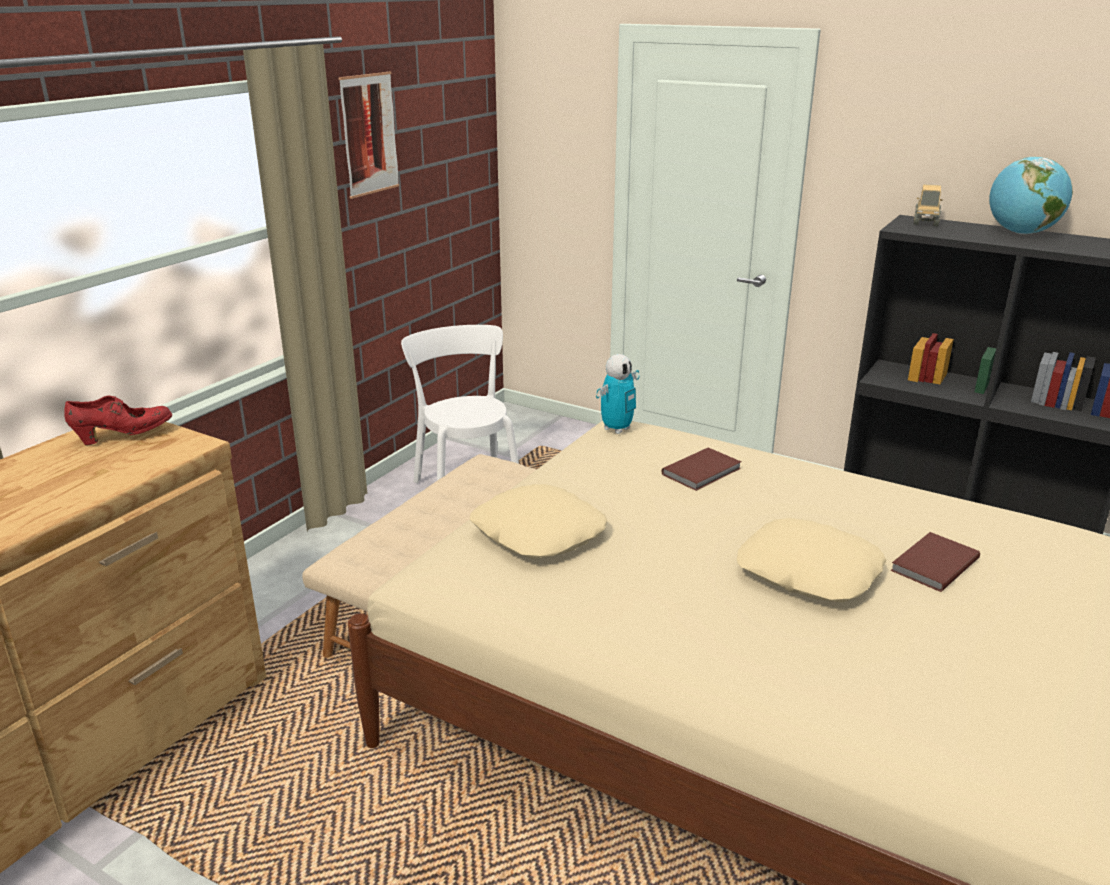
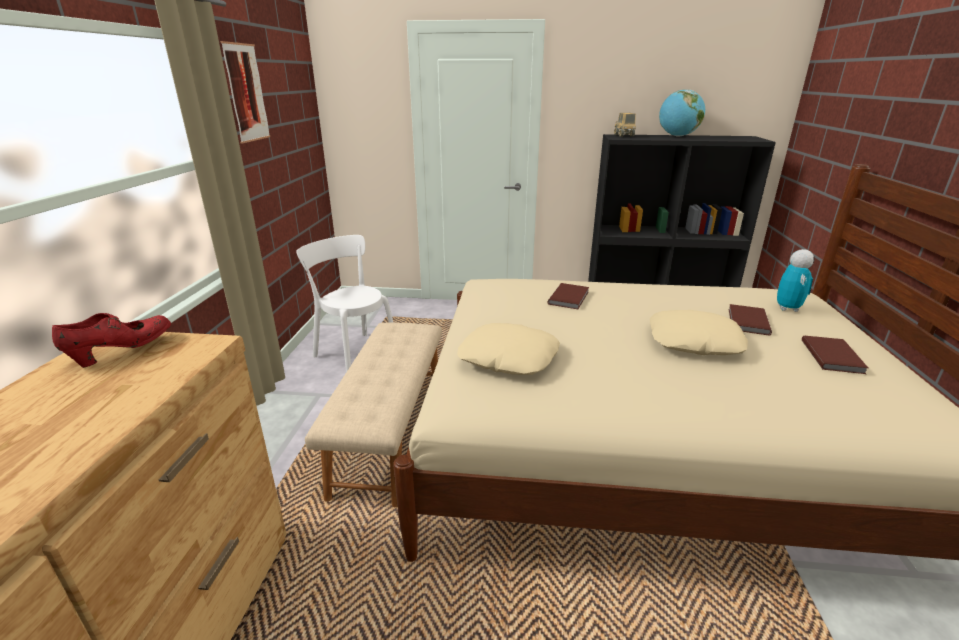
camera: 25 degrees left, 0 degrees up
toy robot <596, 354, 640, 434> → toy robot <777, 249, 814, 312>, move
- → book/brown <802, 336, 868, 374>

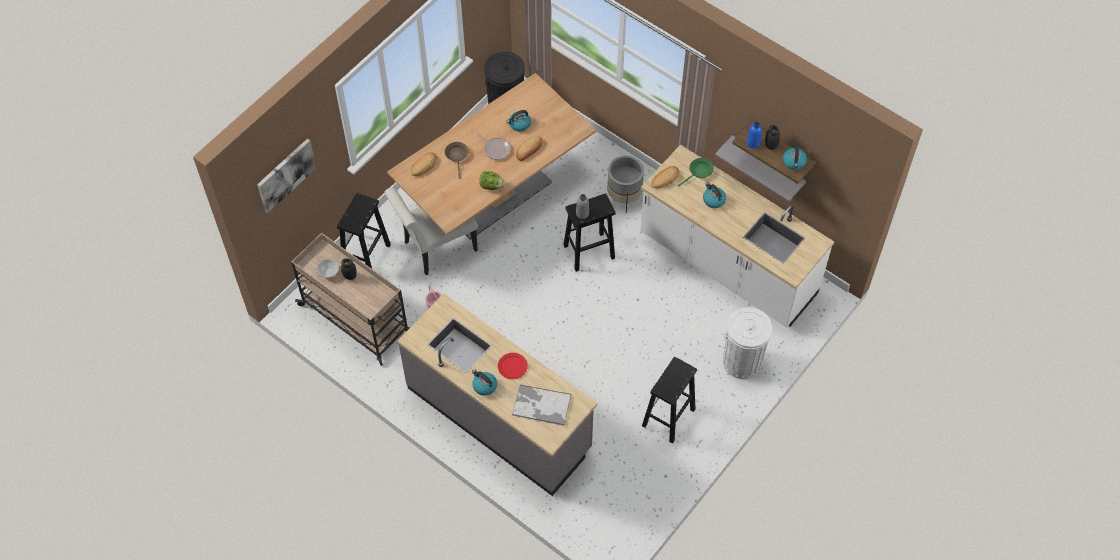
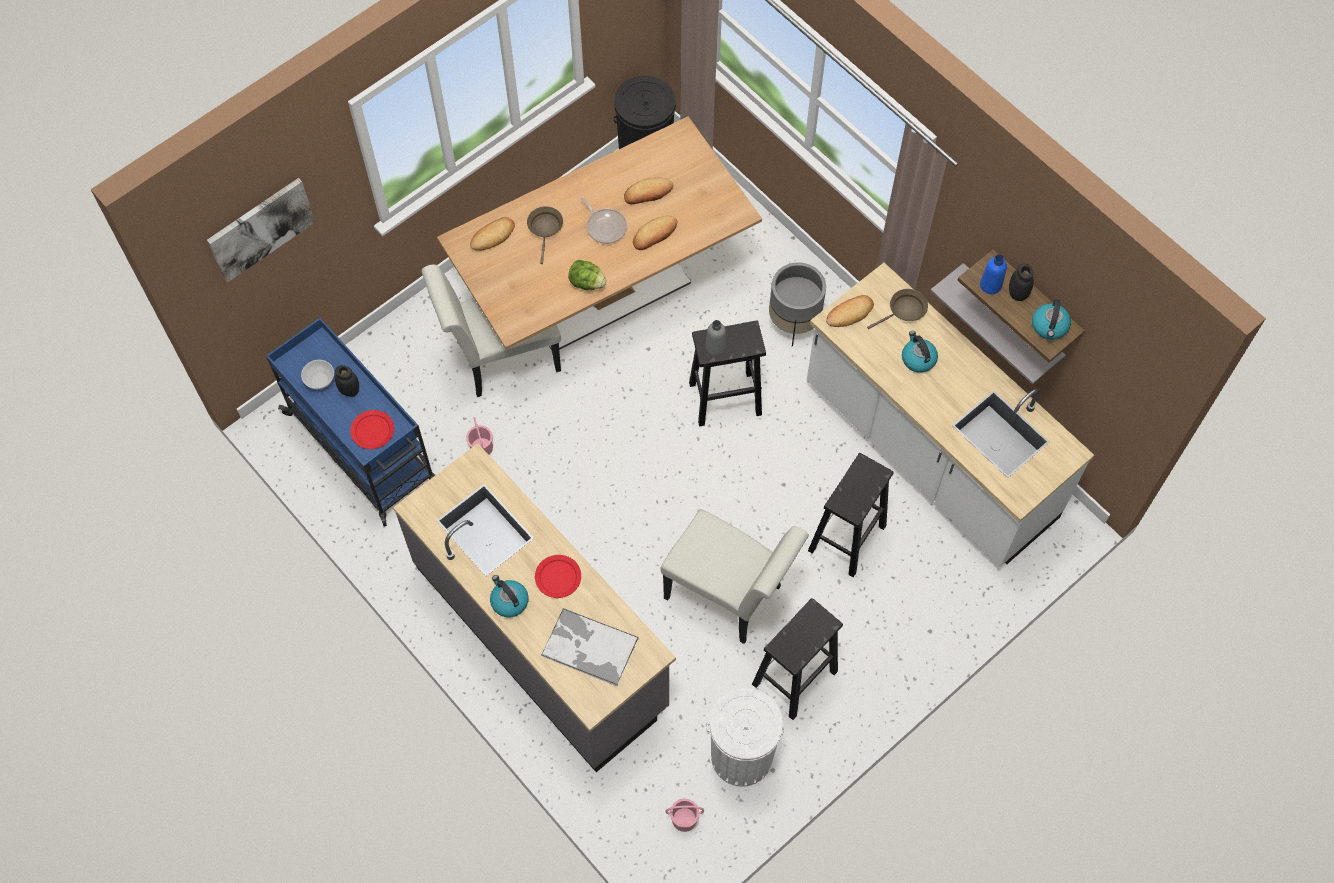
camera: 10 degrees right, 5 degrees up
cart/beige <291, 233, 410, 366> → cart/blue <266, 318, 435, 526>
- → plate/red <350, 410, 394, 449>
kettle <507, 110, 531, 132> → bread <624, 178, 673, 204>
- → chair/white <660, 509, 809, 644>
- → bucket/pink <665, 799, 704, 832>
trash can/white <723, 307, 772, 379> → trash can/white <706, 688, 784, 787>, move
stool/black <337, 193, 391, 269> → stool/black <808, 453, 894, 577>, move
frying pan/green <678, 158, 714, 187> → frying pan/brown <867, 289, 928, 329>

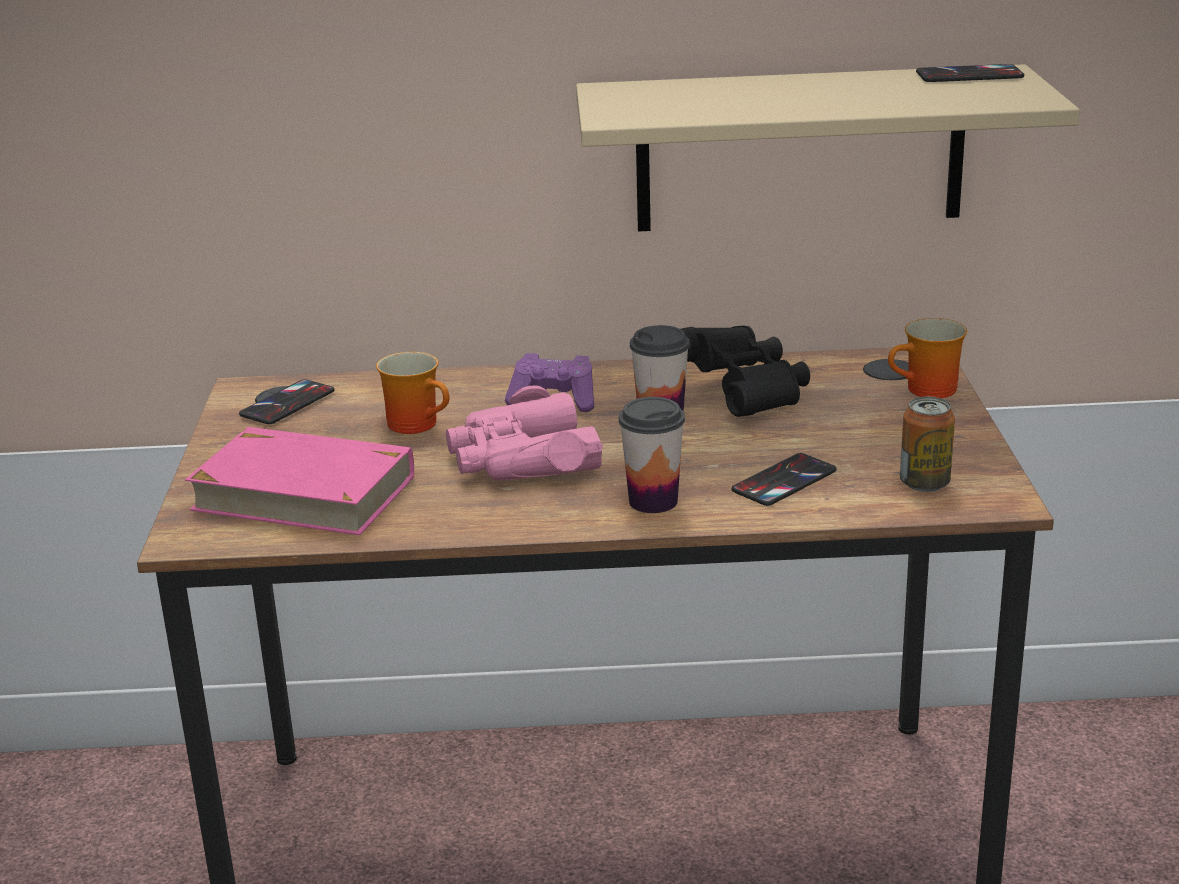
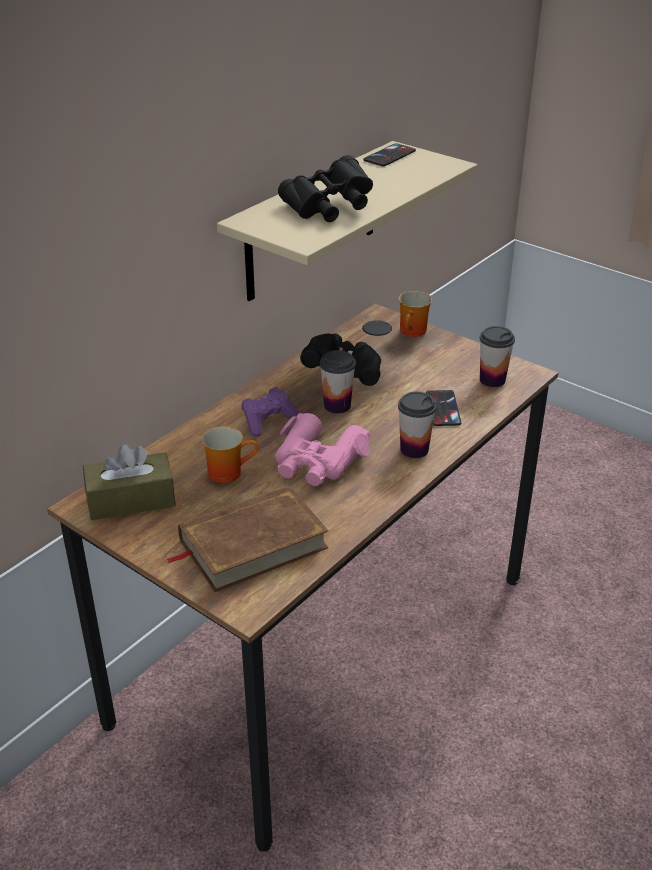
camera: 50 degrees left, 10 degrees up
phone <239, 379, 334, 424> → tissue box/brown <83, 444, 176, 520>
book/pink <185, 427, 414, 535> → book/brown <167, 485, 328, 592>
- → binoculars/black <278, 155, 373, 222>
can <900, 396, 955, 492> → cup <480, 326, 515, 387>

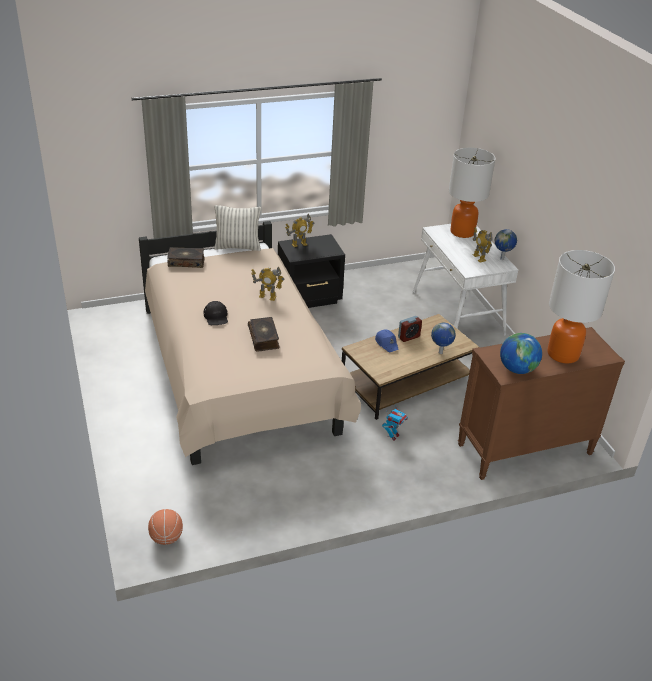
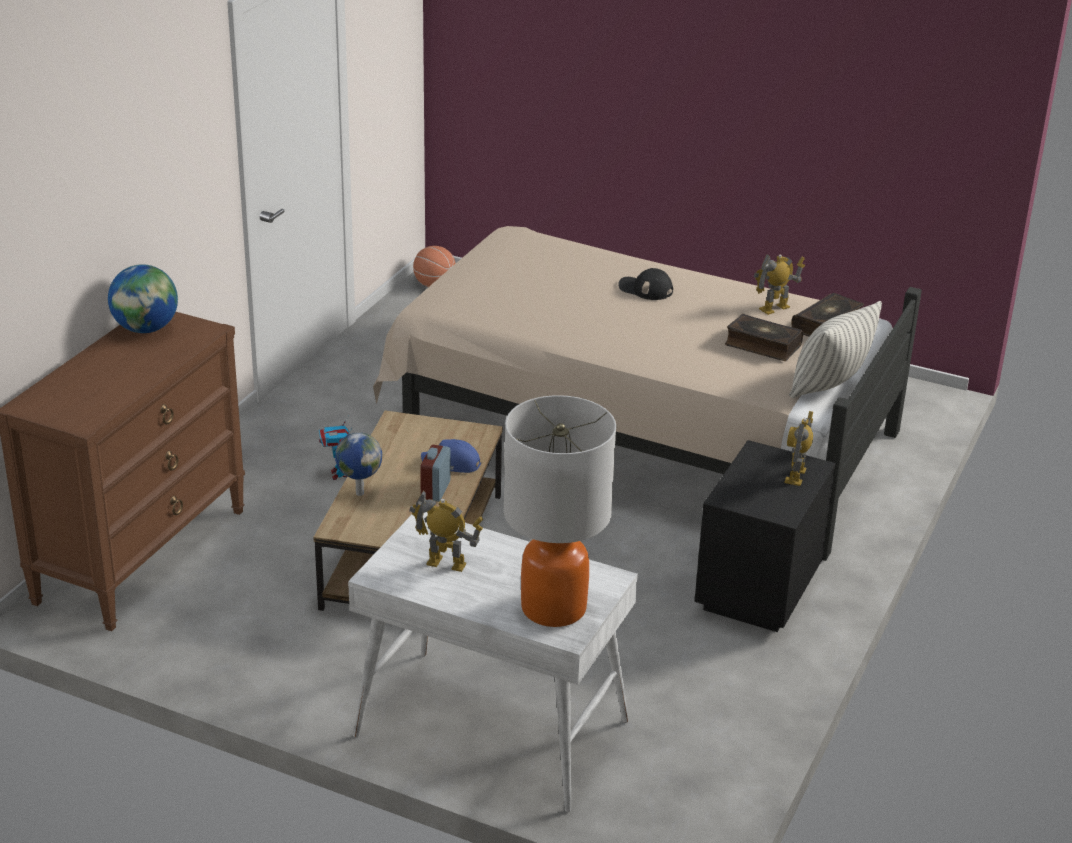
camera: 135 degrees right, 5 degrees down
book <248, 317, 280, 352> → book <725, 314, 803, 361>, move
toy robot <252, 266, 285, 301> → toy robot <754, 254, 805, 315>, move
globe <495, 229, 517, 260> → -
table lamp <547, 250, 615, 363> → -

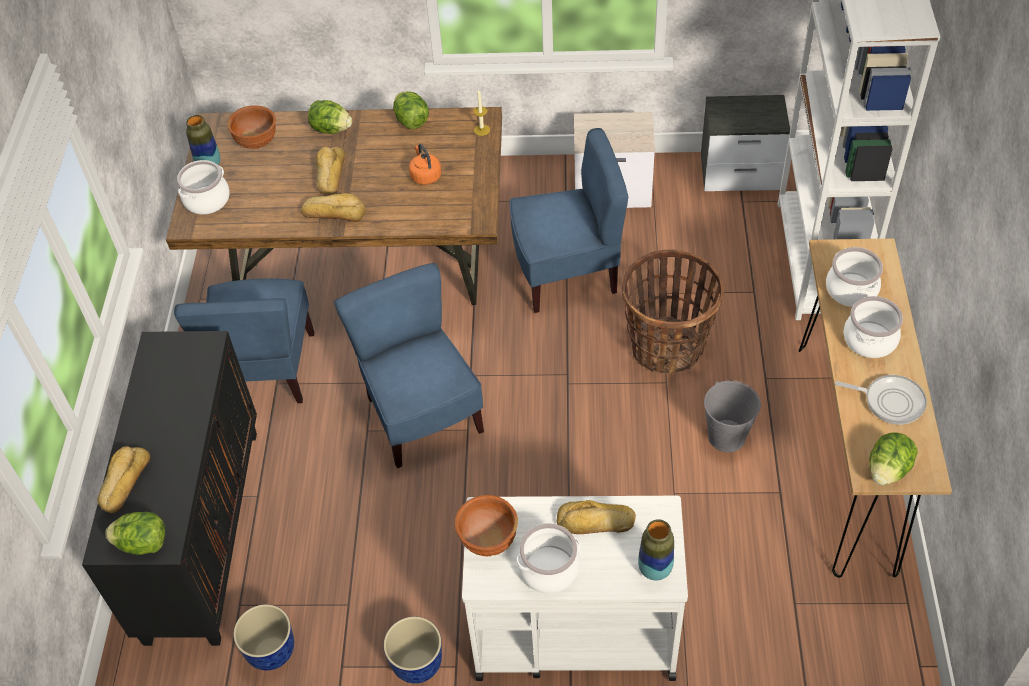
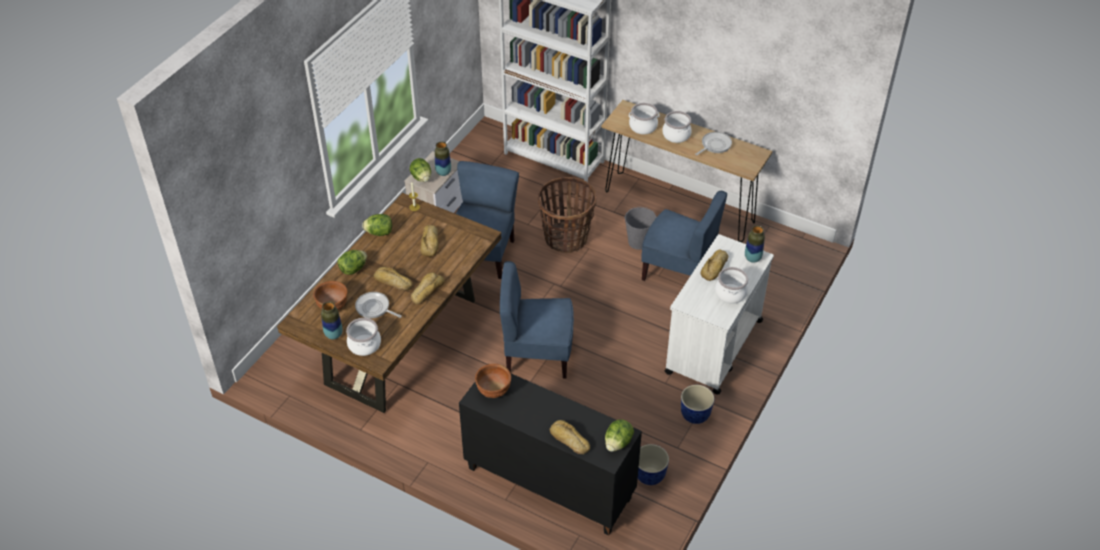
camera: 65 degrees left, 5 degrees down
- → frying pan <355, 292, 402, 319>
lettuce <869, 433, 918, 485> → lettuce <410, 158, 431, 182>, move
kettle/orange <409, 144, 441, 185> → bread <420, 225, 439, 257>
- → vase <435, 142, 451, 176>
bowl/brown <455, 495, 518, 556> → bowl/brown <475, 364, 511, 398>, move
chair/blue <174, 278, 314, 403> → chair/blue <642, 191, 727, 281>, move
nightstand <701, 95, 790, 191> → -

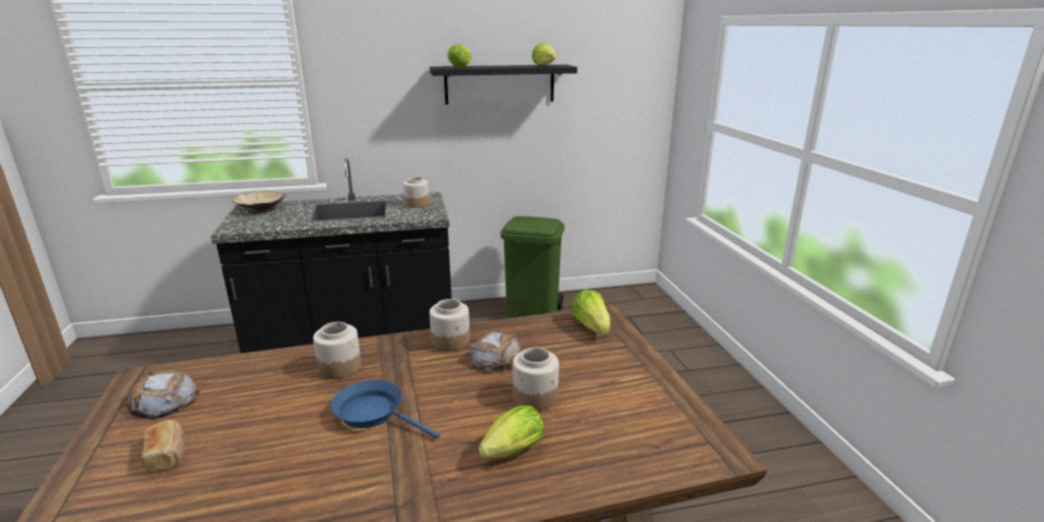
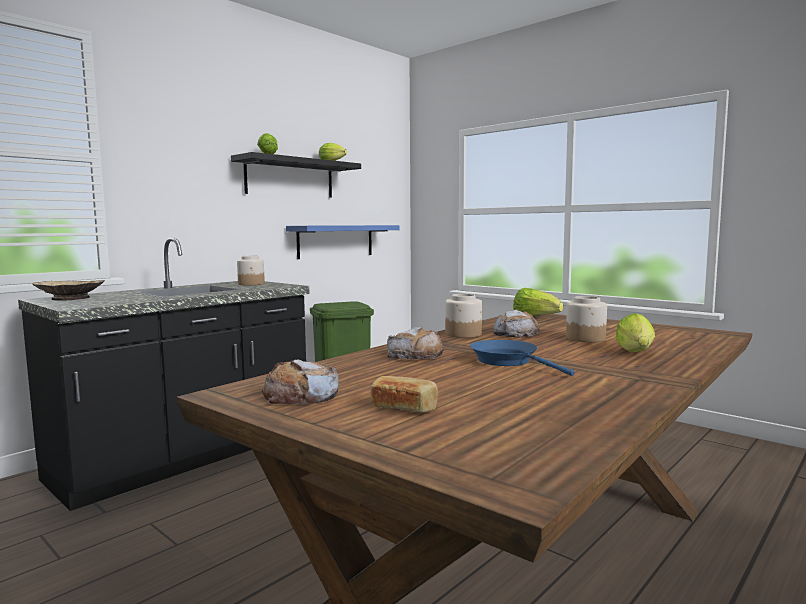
camera: 35 degrees left, 15 degrees down
- → shelf/blue <286, 225, 400, 259>
jar <313, 322, 361, 379> → bread <387, 327, 444, 359>
frying pan/blue <331, 380, 440, 439> → frying pan/blue <470, 340, 575, 376>, 60 degrees clockwise

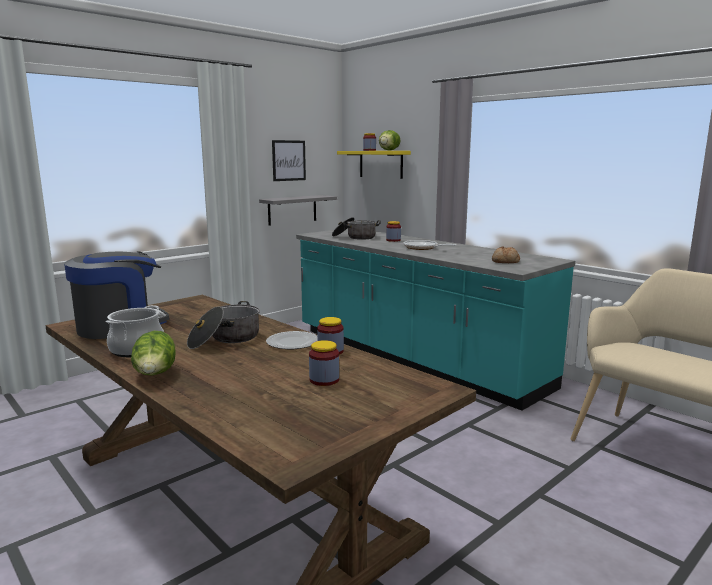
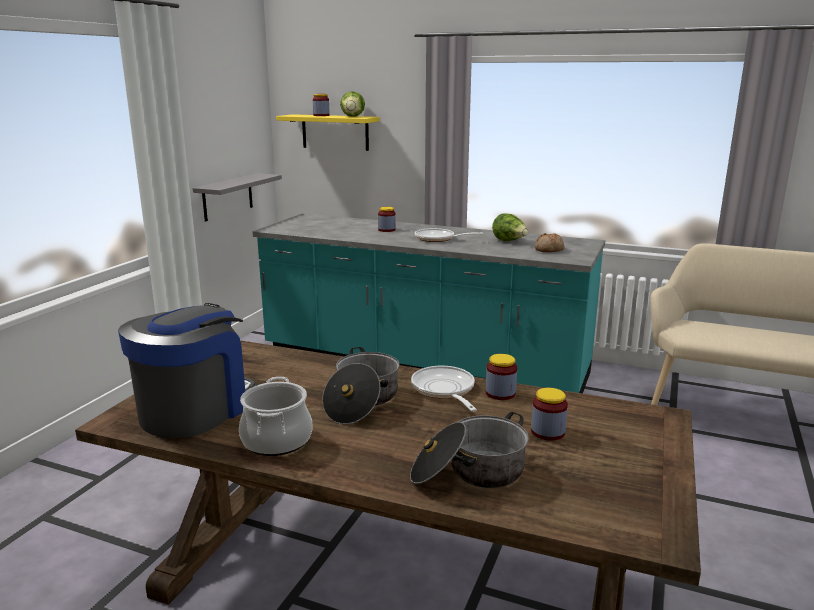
camera: 25 degrees left, 5 degrees up
cooking pot <332, 217, 381, 240> → cooking pot <410, 412, 529, 488>, move
plate <266, 331, 317, 349> → frying pan <411, 366, 477, 412>
lettuce <131, 331, 176, 375> → lettuce <492, 214, 528, 241>, move
picture <272, 140, 306, 181> → -

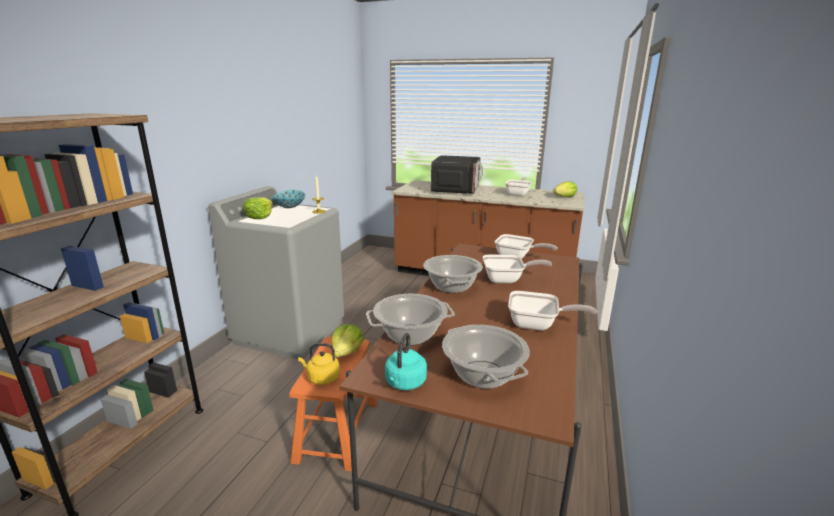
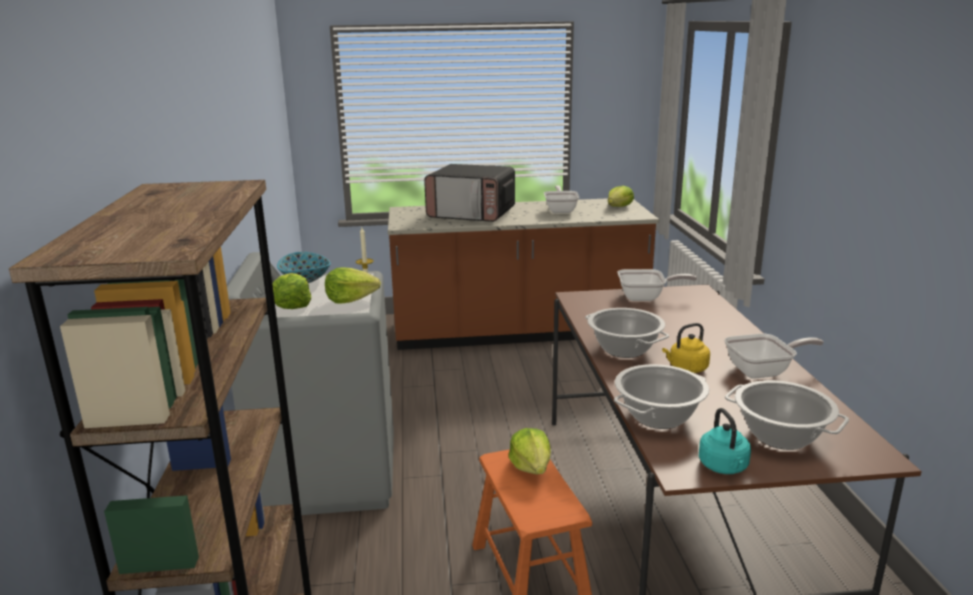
camera: 25 degrees left, 0 degrees up
- → lettuce <325, 267, 381, 304>
microwave <431, 155, 483, 194> → microwave <424, 164, 515, 222>, 120 degrees clockwise
kettle/yellow <298, 343, 340, 385> → kettle/yellow <662, 323, 710, 373>, move
frying pan <483, 255, 552, 283> → -

